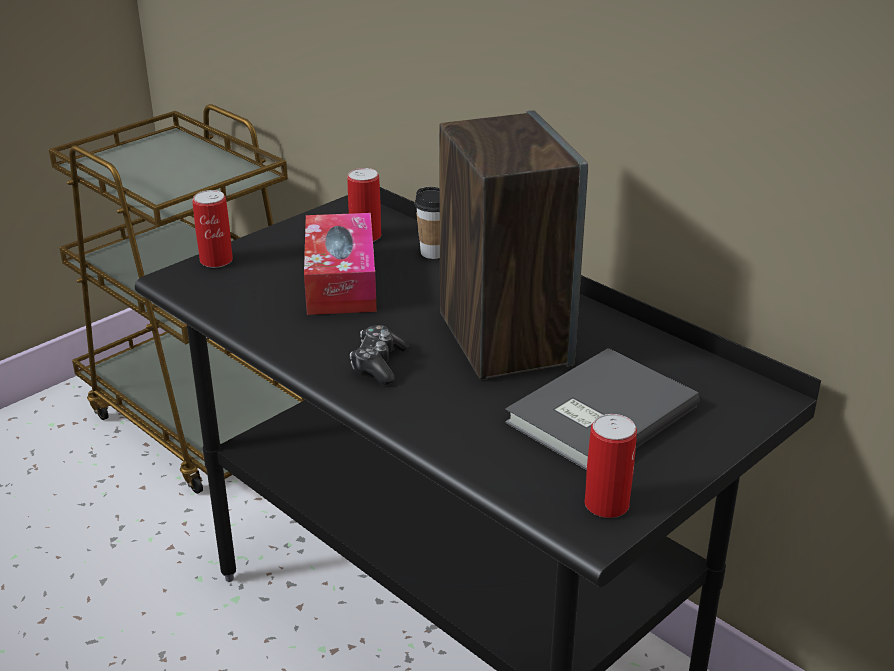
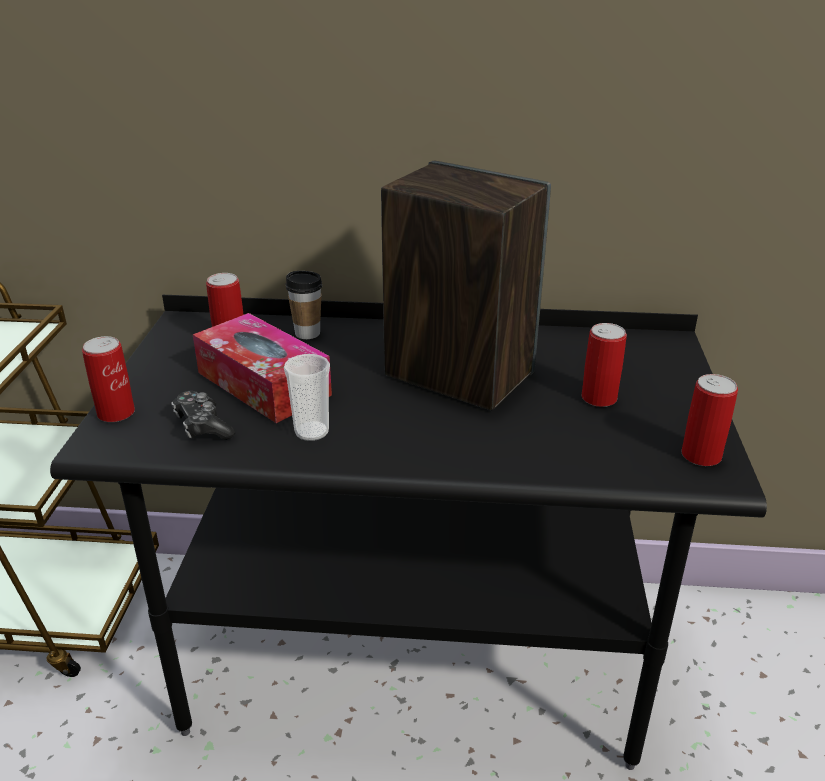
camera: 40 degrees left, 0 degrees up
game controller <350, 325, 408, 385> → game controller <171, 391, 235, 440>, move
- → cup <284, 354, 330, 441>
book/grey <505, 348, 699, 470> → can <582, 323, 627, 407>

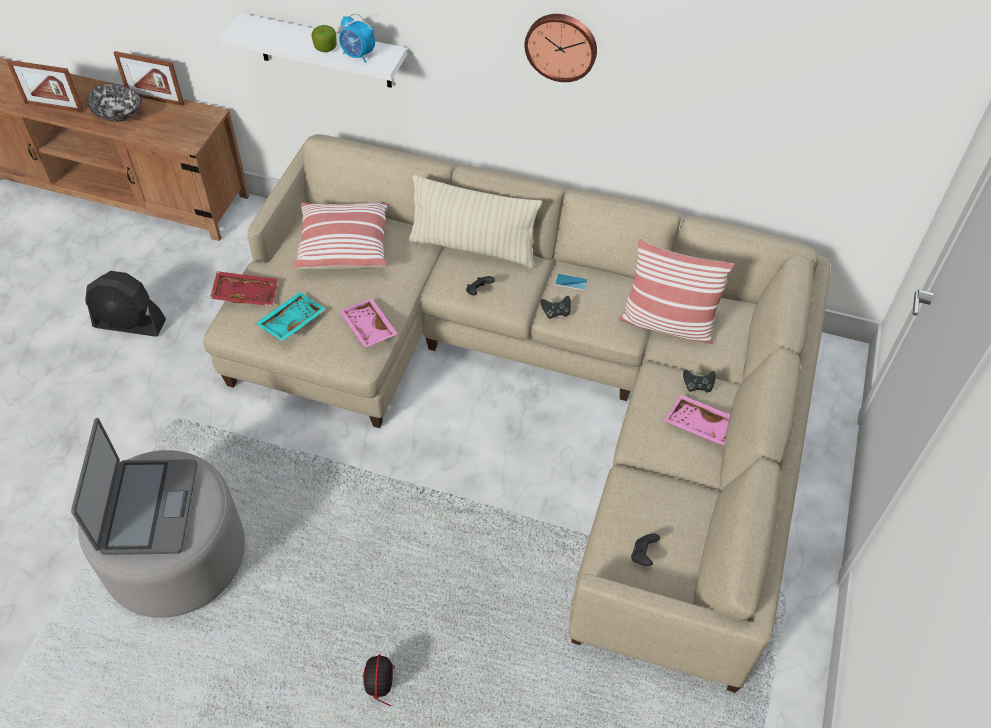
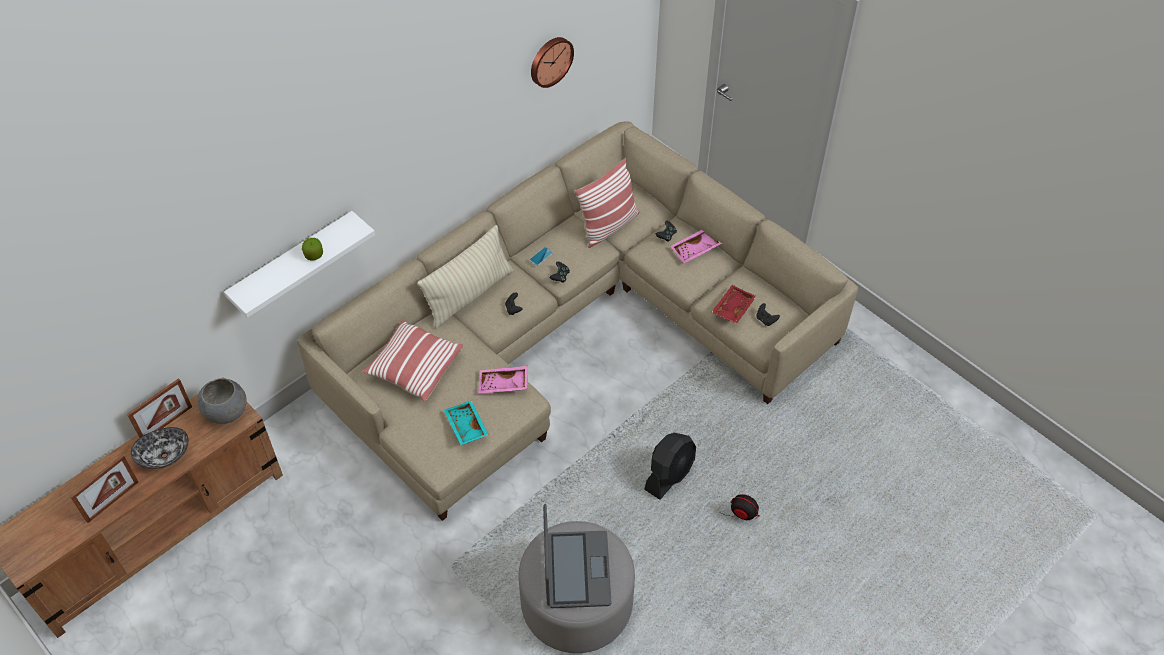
camera: 60 degrees left, 0 degrees up
- → bowl/grey <197, 378, 247, 424>
wall clock <524, 14, 597, 82> → wall clock <531, 37, 574, 88>, move
laptop <71, 418, 197, 555> → laptop <543, 504, 611, 608>, 60 degrees clockwise
fan/black <85, 271, 166, 337> → fan/black <644, 433, 696, 500>, move
tray/red <210, 271, 278, 306> → tray/red <712, 285, 757, 324>, move
alarm clock <339, 14, 375, 63> → -

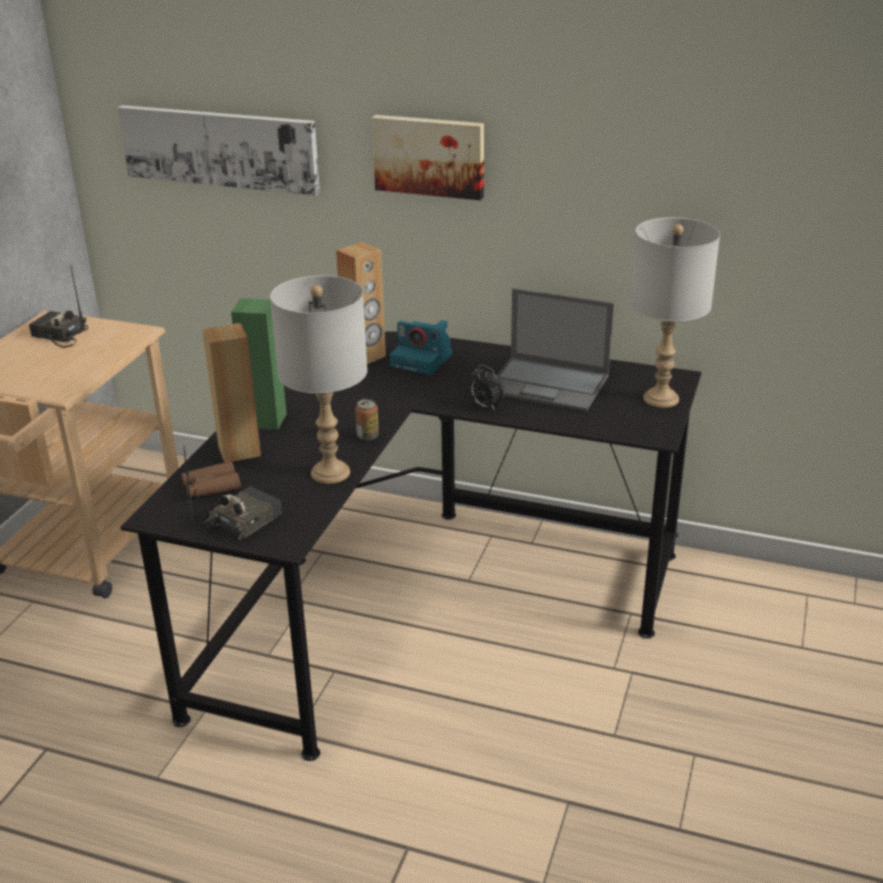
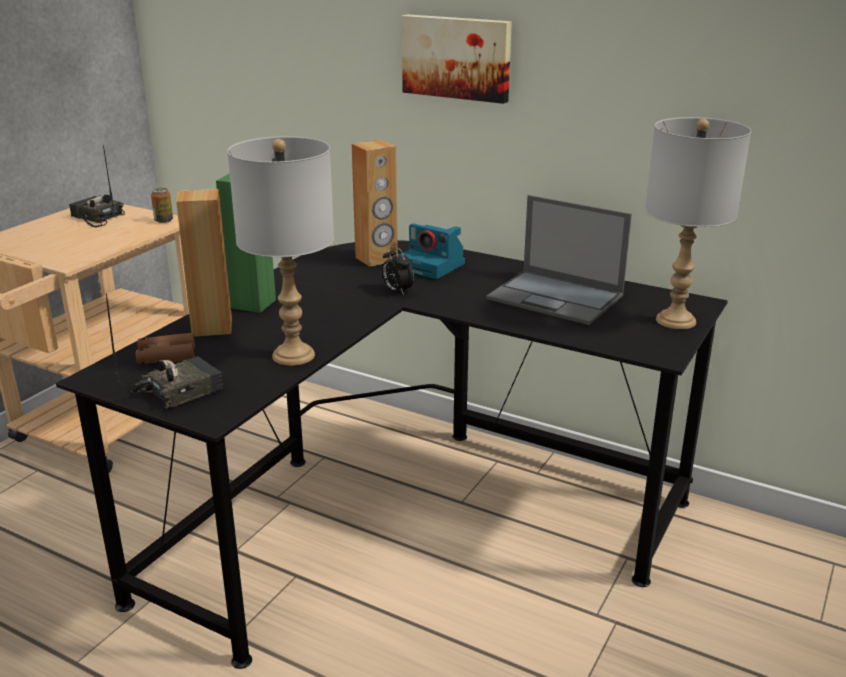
camera: 10 degrees right, 5 degrees down
can <355, 399, 379, 441> → can <151, 188, 173, 223>, move
alarm clock <470, 365, 505, 411> → alarm clock <381, 246, 414, 295>, move
picture <117, 105, 320, 196> → -

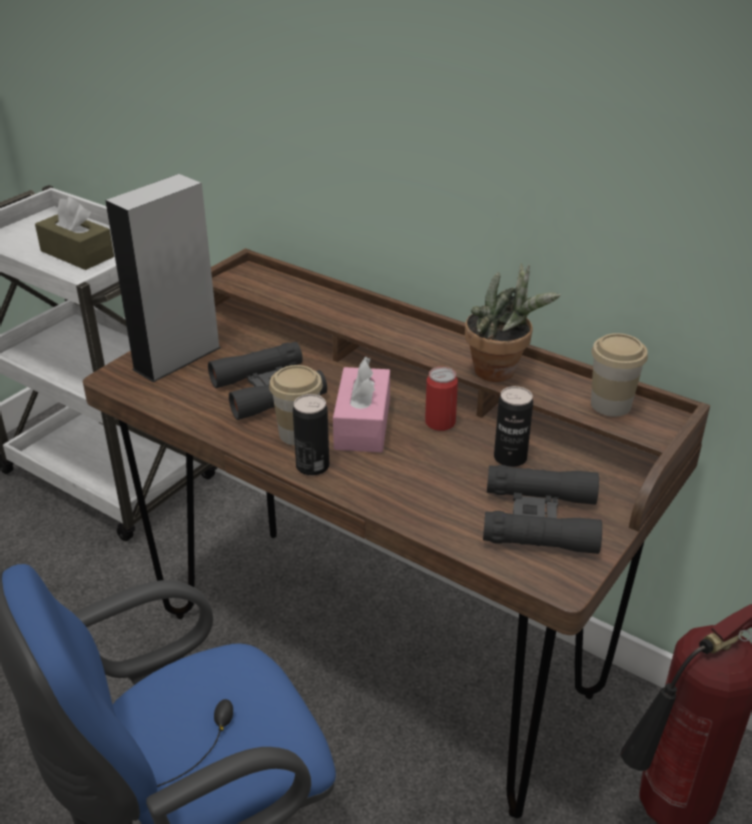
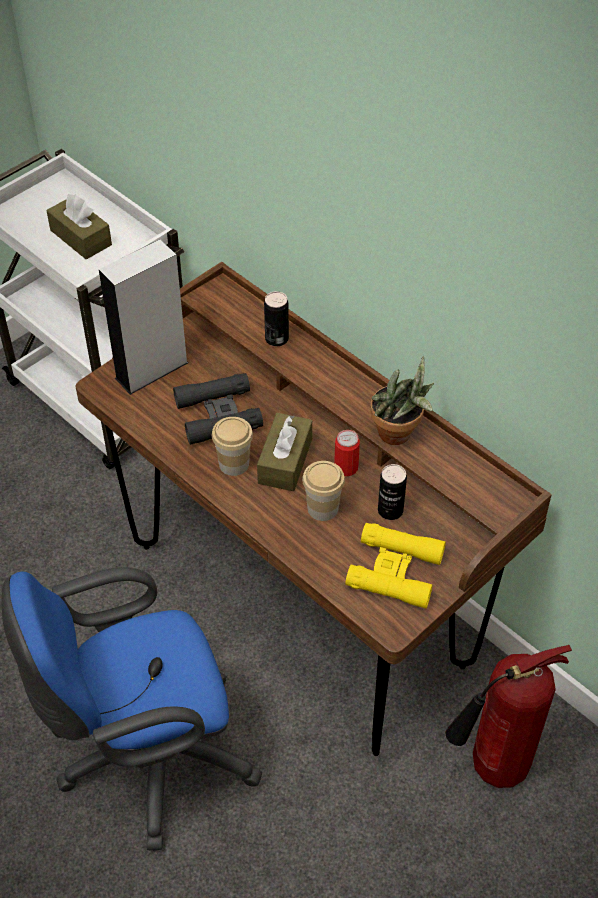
camera: 10 degrees right, 15 degrees up
tissue box/pink <333, 356, 390, 453> → tissue box/brown <257, 413, 312, 491>
can <293, 394, 329, 476> → can <264, 291, 289, 346>, move
cup <591, 333, 648, 417> → cup <302, 461, 345, 521>, move
binoculars/black <483, 465, 602, 554> → binoculars/yellow <345, 523, 446, 609>

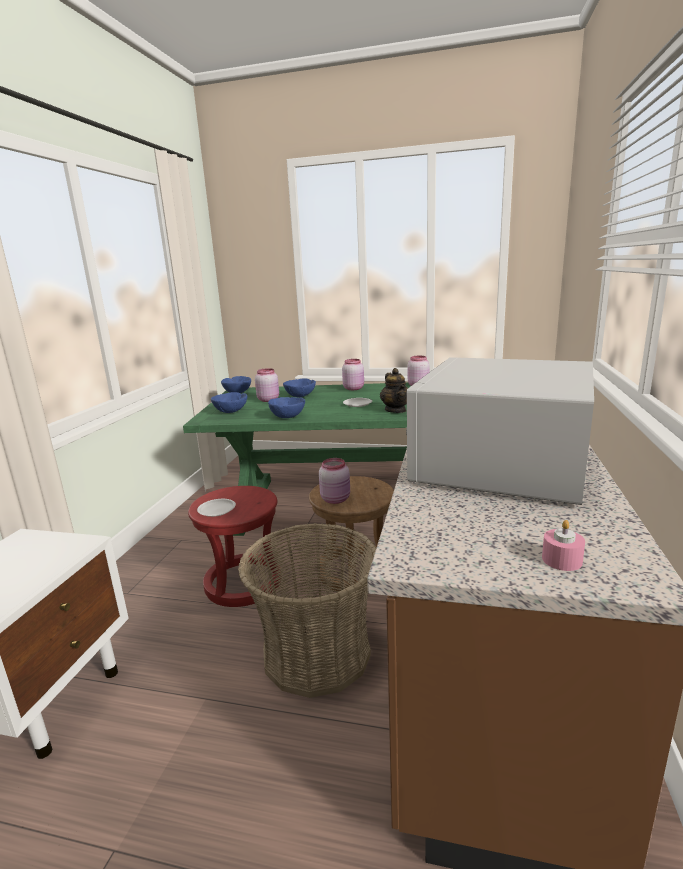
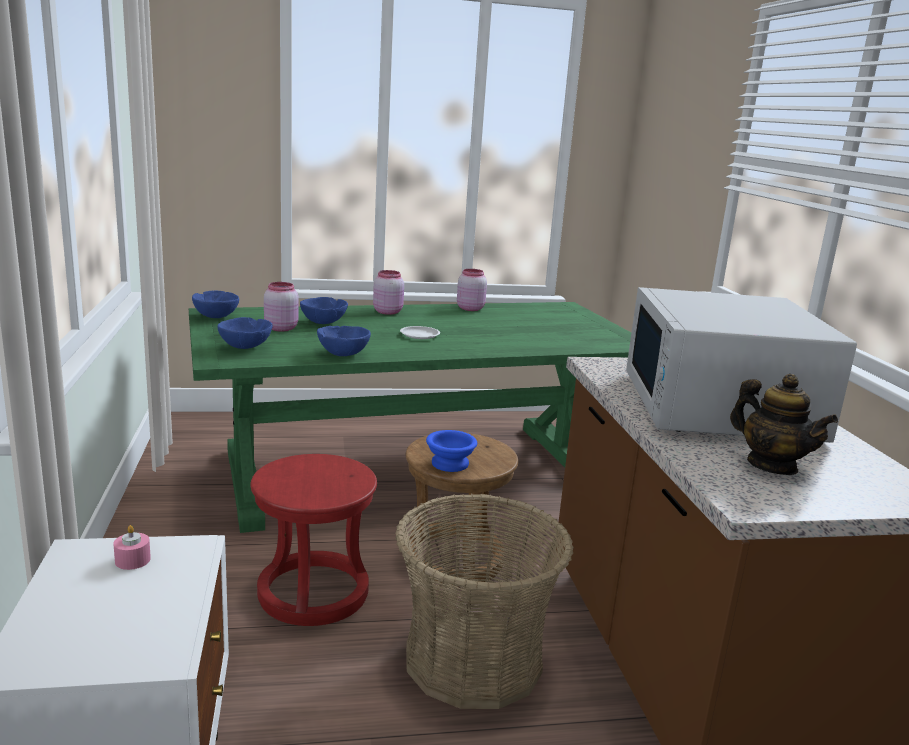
camera: 25 degrees left, 0 degrees up
candle/pink <542, 520, 585, 571> → candle/pink <113, 525, 151, 570>, move
jar/pink <319, 458, 350, 504> → bowl/blue <426, 430, 477, 472>
teapot <380, 368, 408, 413> → teapot <730, 374, 838, 475>, move
plate/white <197, 499, 236, 517> → -

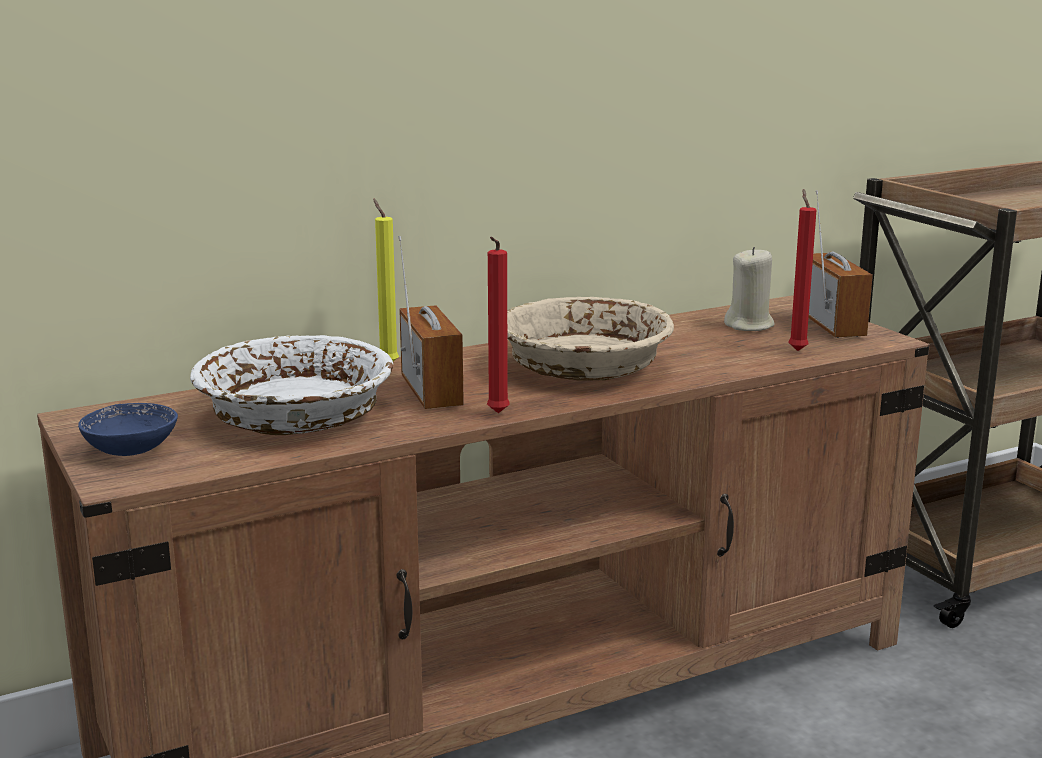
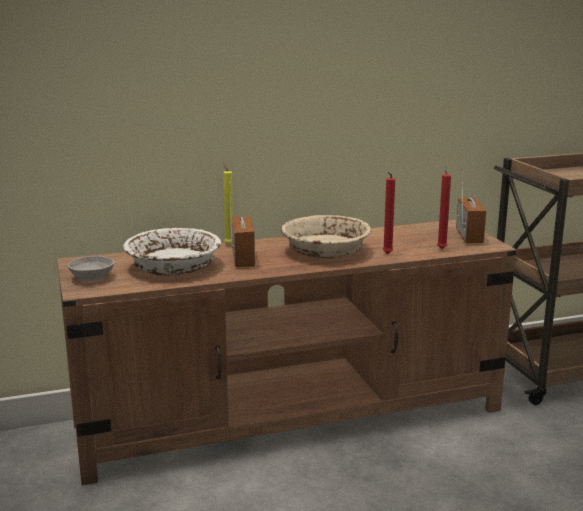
camera: 10 degrees right, 0 degrees up
bowl/blue <78, 403, 178, 456> → bowl/grey <68, 256, 114, 281>
candle/red <487, 237, 510, 413> → candle/red <383, 172, 395, 254>, move
candle/beige <724, 247, 775, 331> → -

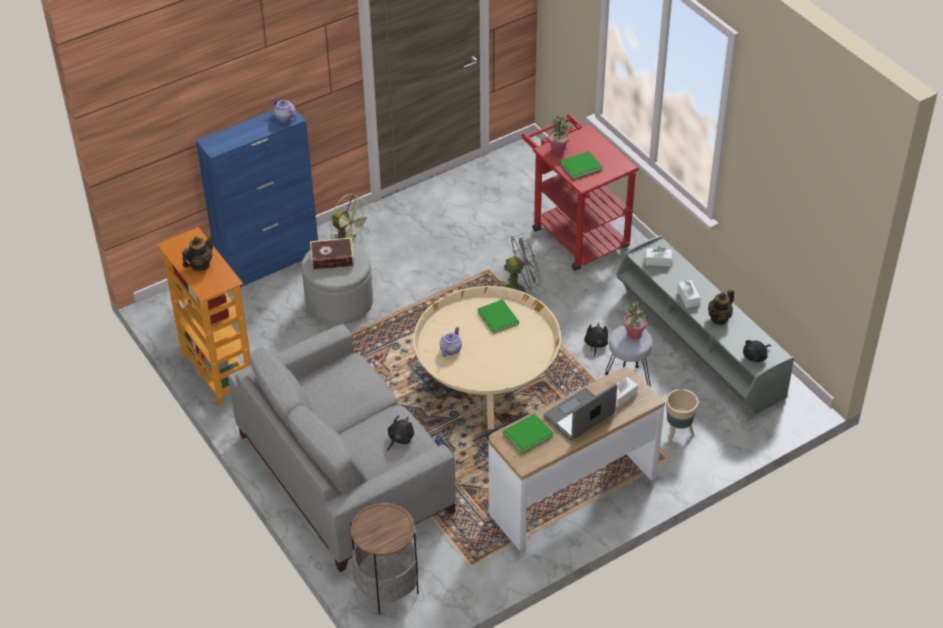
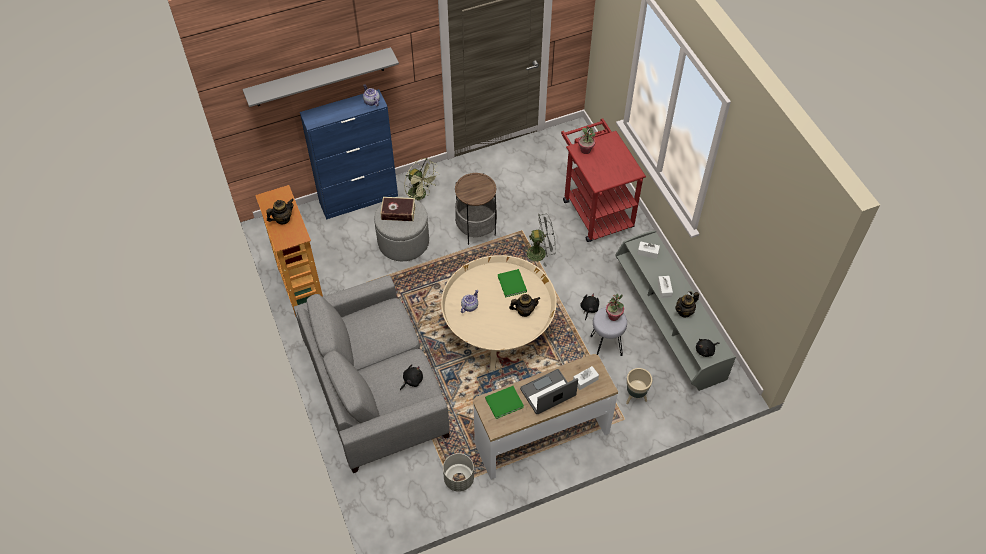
camera: 10 degrees right, 10 degrees up
- → shelf/grey <242, 47, 399, 107>
- → planter/grey <443, 453, 474, 492>
side table <350, 502, 419, 615> → side table <455, 173, 497, 245>, move
- → teapot <509, 294, 540, 317>
book/green <560, 151, 602, 180> → -

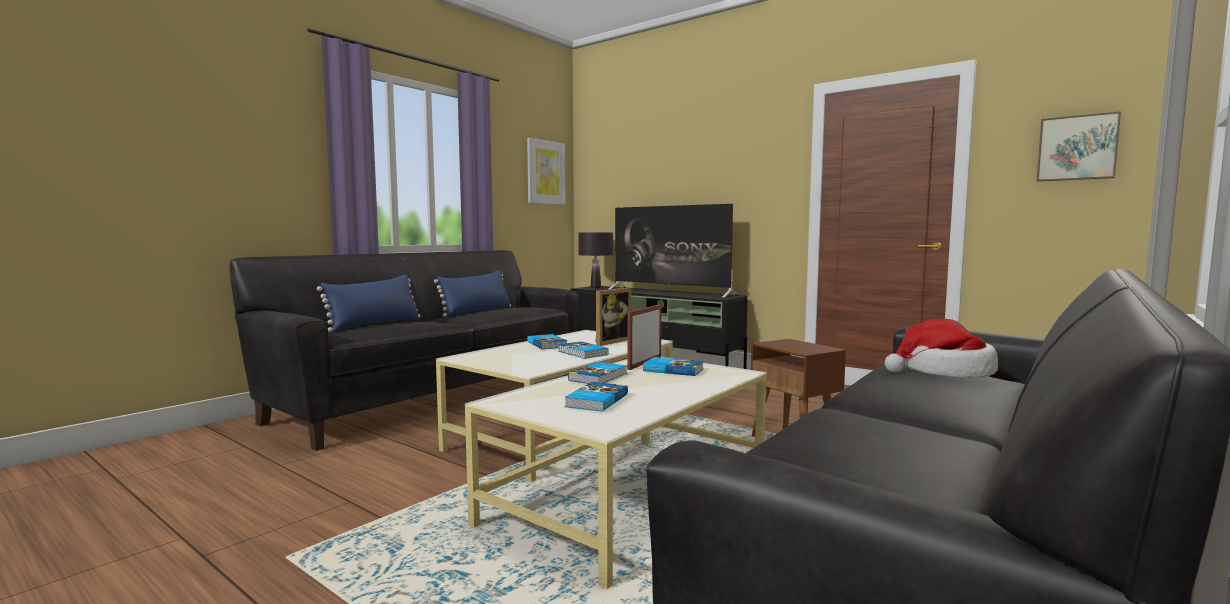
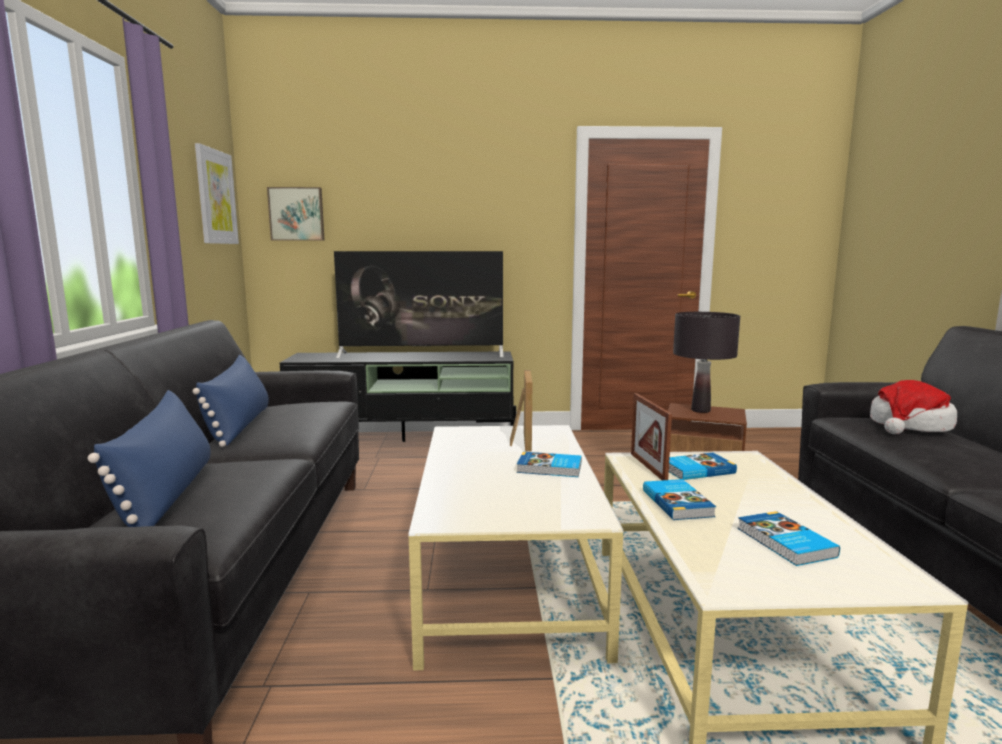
camera: 40 degrees left, 5 degrees up
picture <1037, 111, 1121, 181> → picture <267, 187, 325, 241>, move
table lamp/black <578, 232, 613, 288> → table lamp/black <673, 312, 740, 413>, move
book <527, 334, 567, 350> → -

